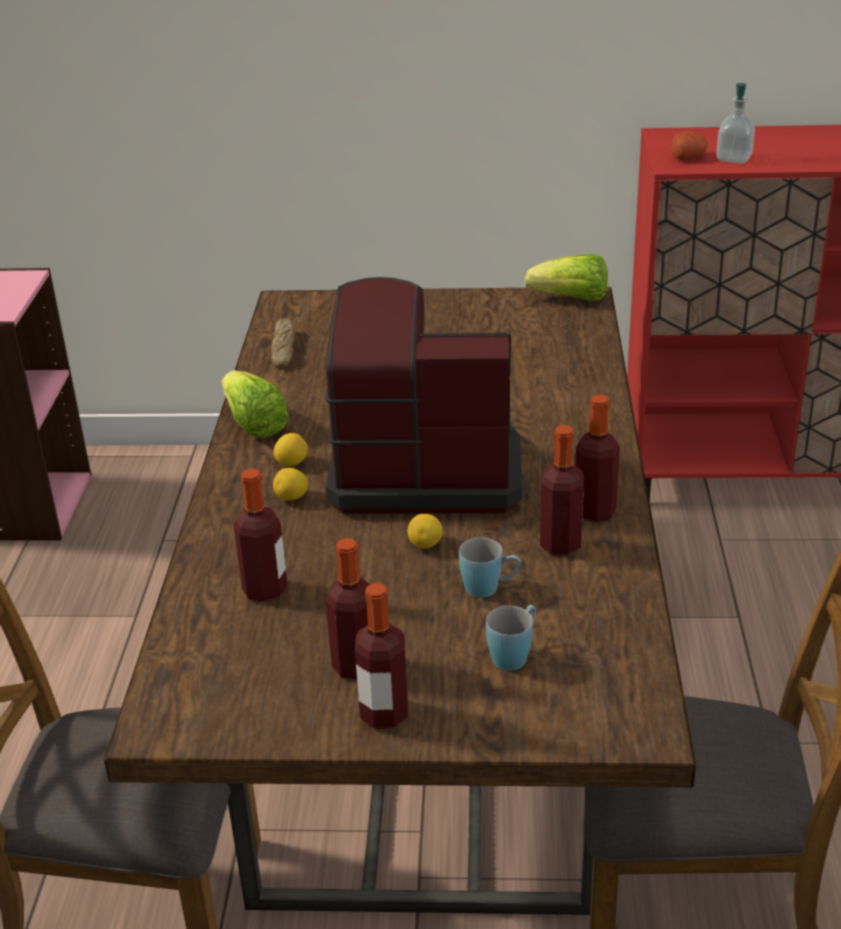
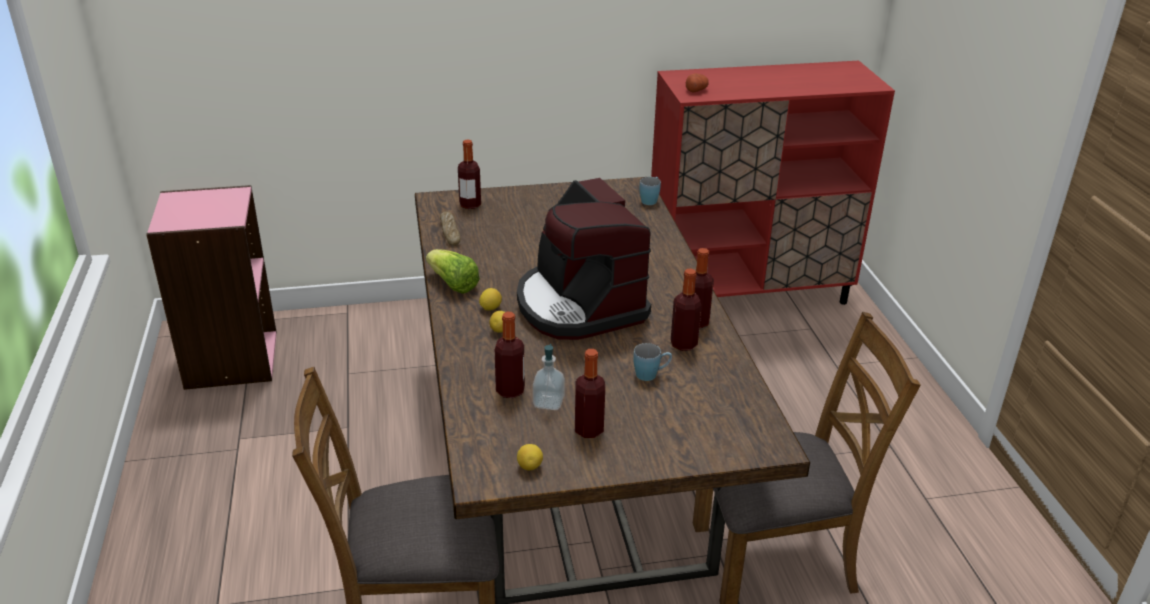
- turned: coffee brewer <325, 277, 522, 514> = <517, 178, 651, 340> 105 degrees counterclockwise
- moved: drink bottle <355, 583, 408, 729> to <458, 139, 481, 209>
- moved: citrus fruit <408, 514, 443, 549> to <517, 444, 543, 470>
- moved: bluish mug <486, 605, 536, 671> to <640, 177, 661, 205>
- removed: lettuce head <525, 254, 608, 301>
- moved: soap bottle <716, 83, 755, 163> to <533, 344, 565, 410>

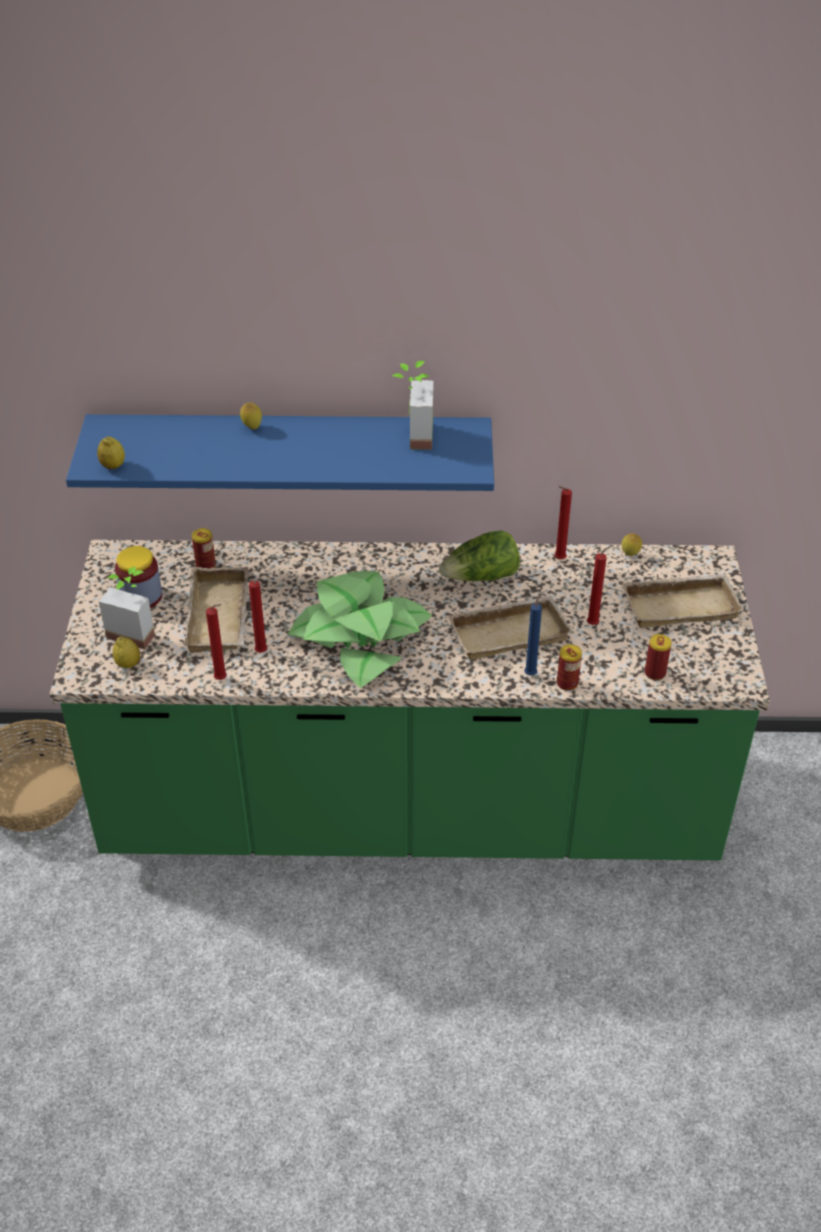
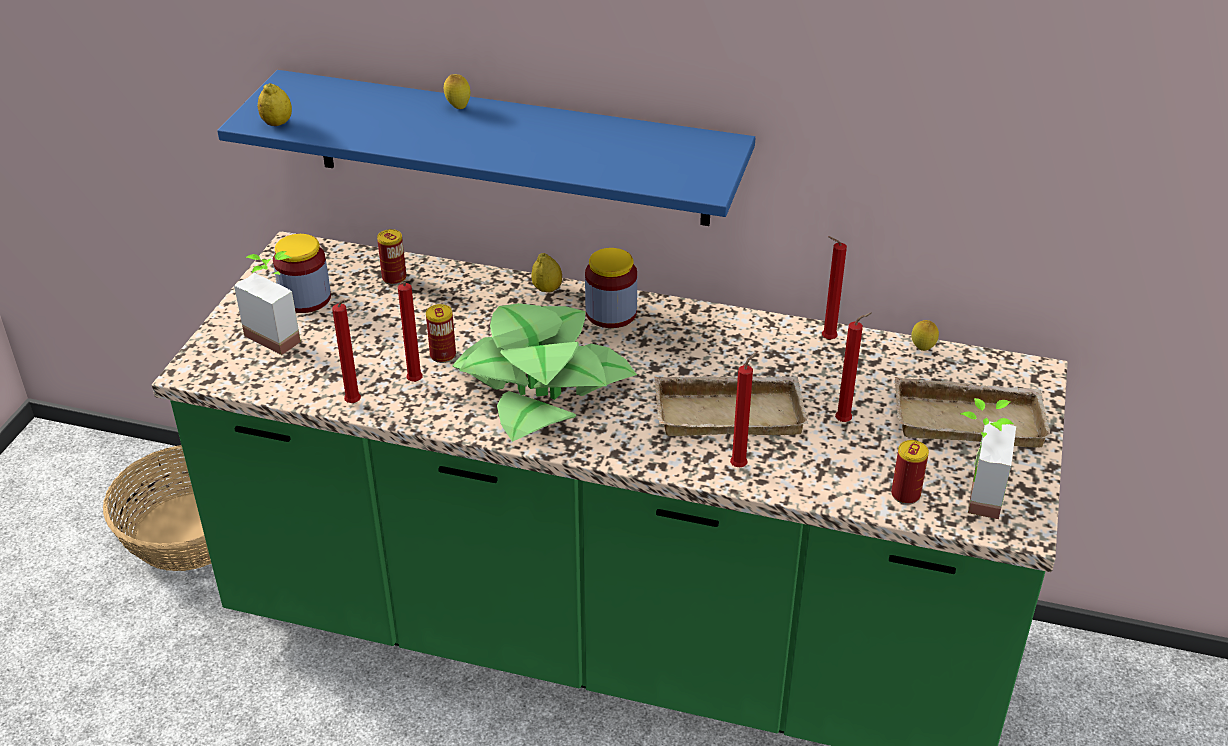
- moved: citrus fruit <113, 636, 140, 668> to <531, 253, 562, 292>
- removed: sand-coloured carrying tray <184, 567, 249, 653>
- moved: potted plant <392, 361, 433, 450> to <960, 398, 1016, 519>
- removed: lettuce head <439, 530, 520, 581>
- recoloured: bluish wax light <524, 592, 543, 676> to red-coloured wax light <730, 352, 757, 467>
- moved: sealed can <557, 644, 582, 691> to <426, 304, 456, 363>
- added: jar <585, 248, 637, 328>

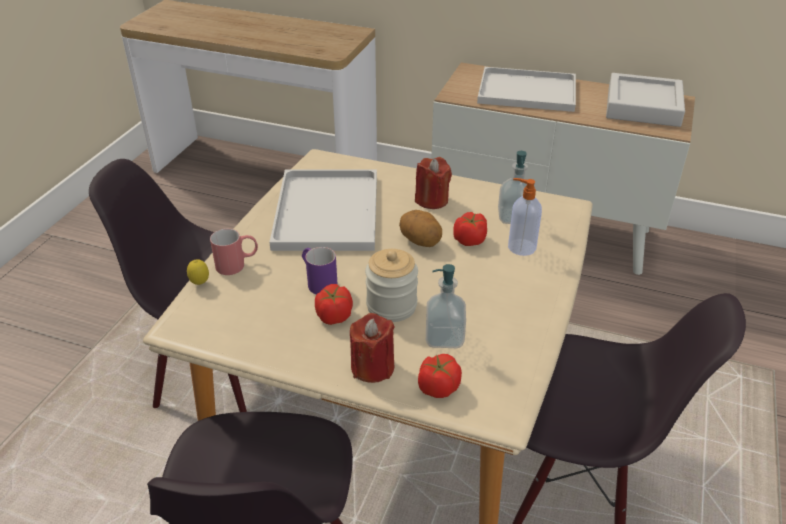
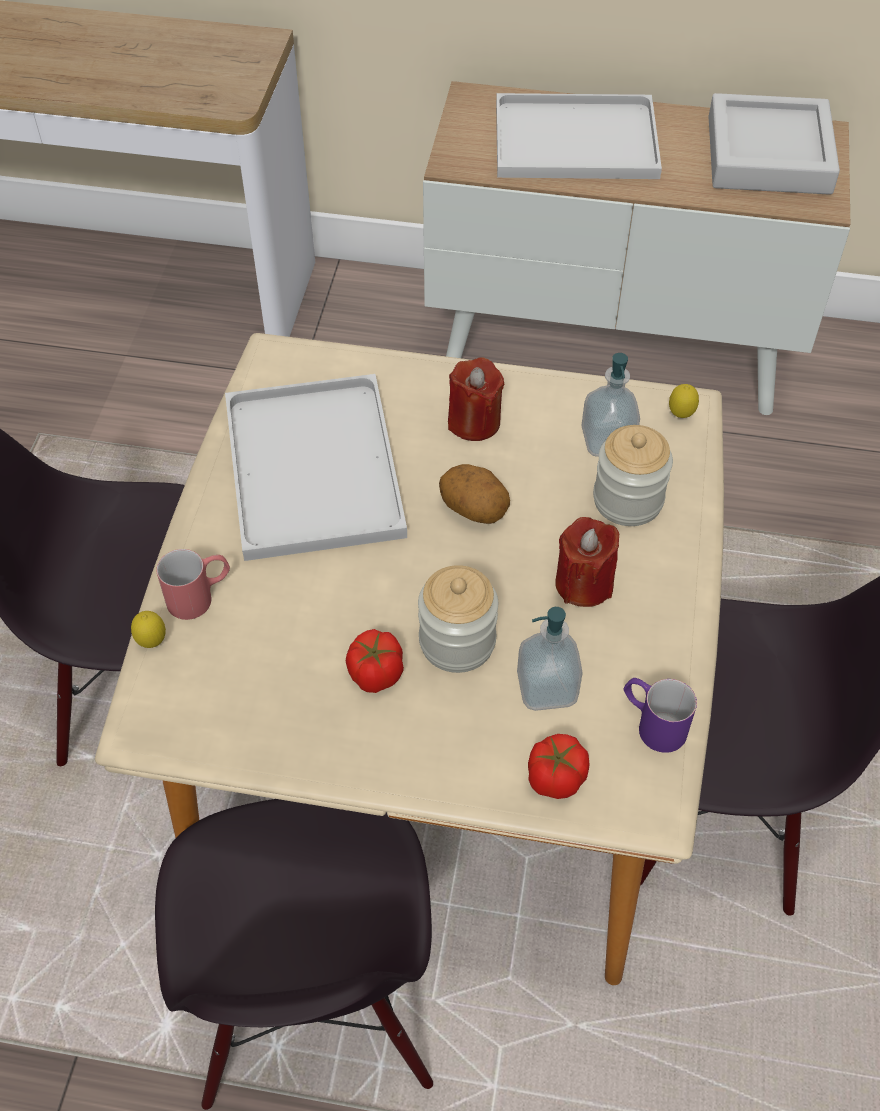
- moved: purple mug <302, 247, 338, 295> to <623, 678, 697, 753>
- moved: red-coloured wax light <350, 313, 395, 383> to <555, 517, 620, 607>
- removed: tomato <453, 212, 487, 246>
- replaced: soap bottle <508, 178, 542, 256> to jar <593, 425, 673, 526>
- added: citrus fruit <669, 384, 699, 418>

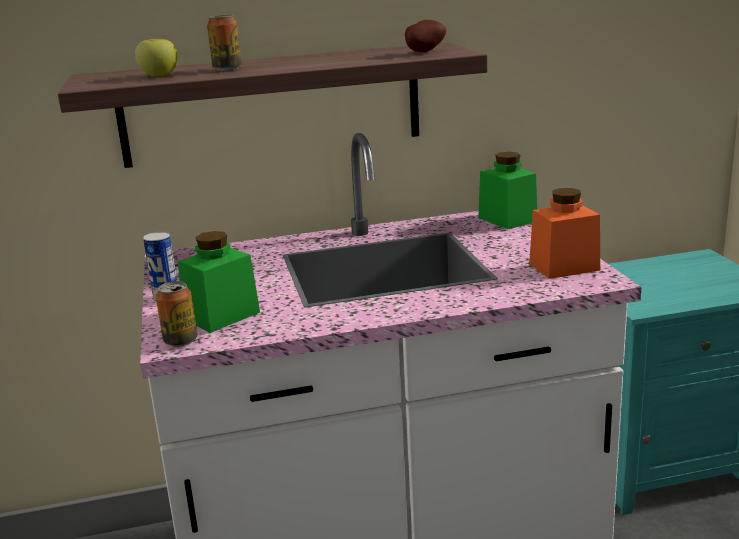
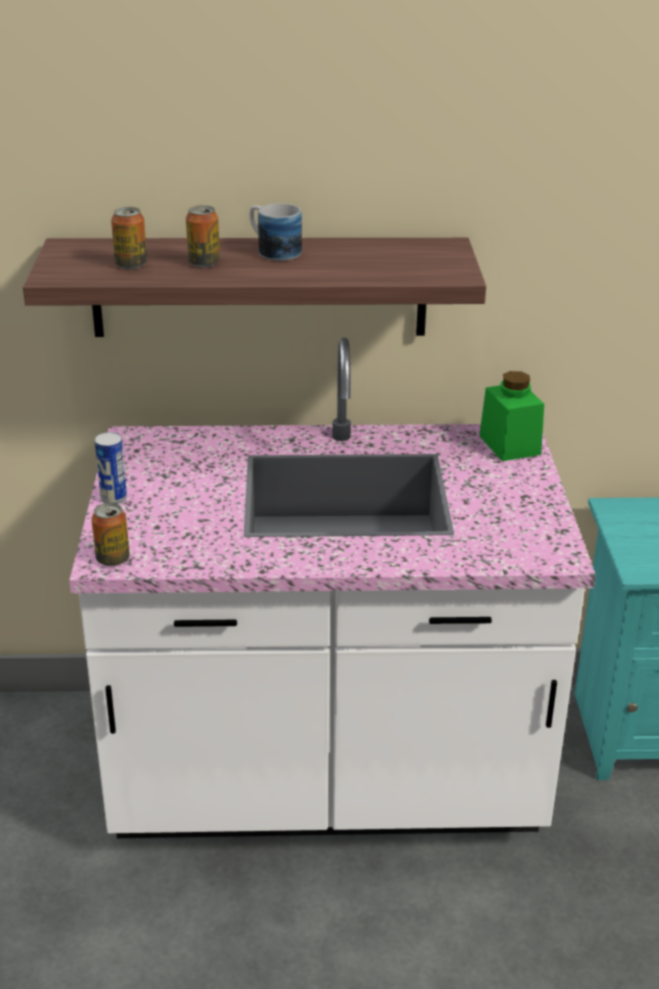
- replaced: apple <135, 39, 177, 77> to sealed can <111, 207, 147, 269>
- removed: green jar <178, 231, 260, 333>
- removed: potato <405, 20, 446, 52>
- removed: orange jar <529, 188, 600, 279>
- added: mug <250, 203, 302, 261>

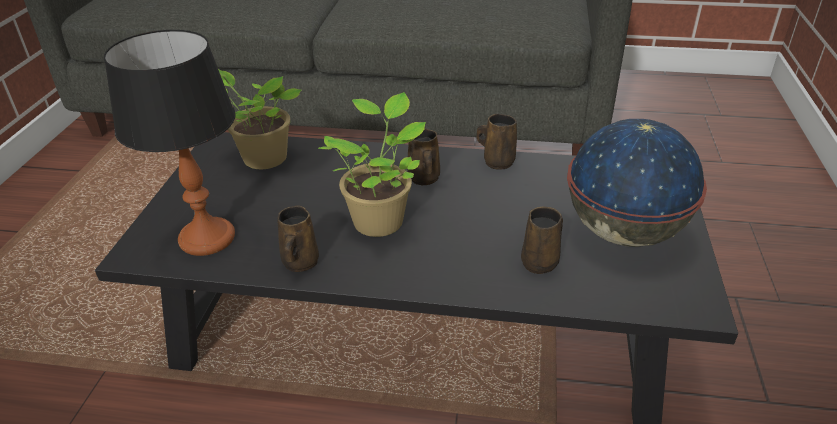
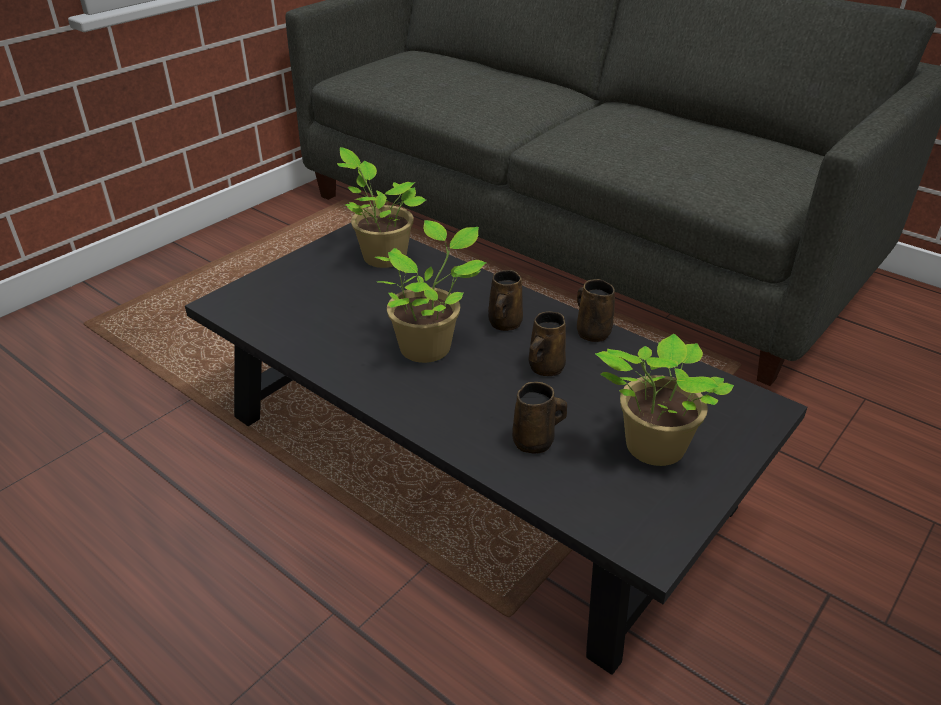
- removed: tabletop lamp <104, 30, 236, 256>
- moved: brown mug <277, 205, 319, 272> to <529, 311, 566, 376>
- replaced: desk globe <567, 119, 707, 247> to potted plant <595, 334, 734, 466>

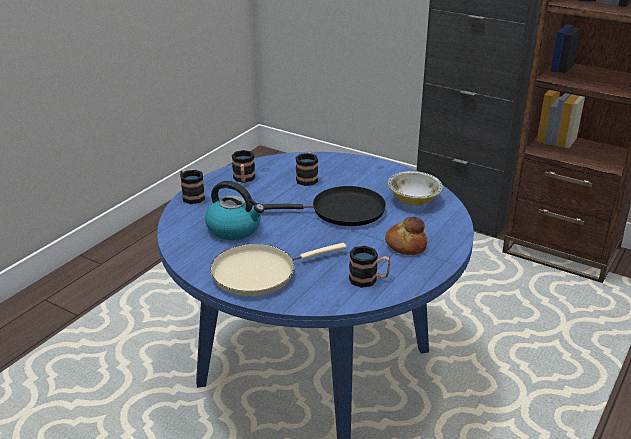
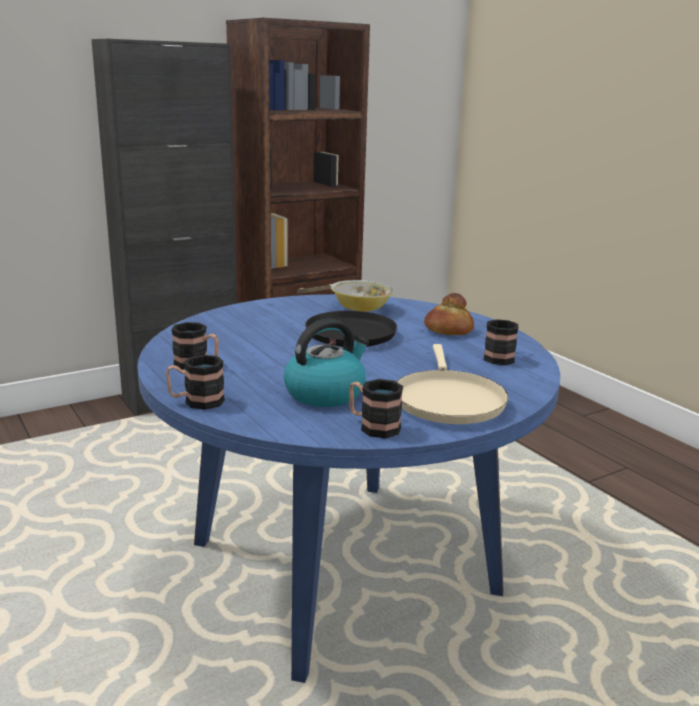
- moved: mug <296, 152, 318, 186> to <349, 379, 403, 438>

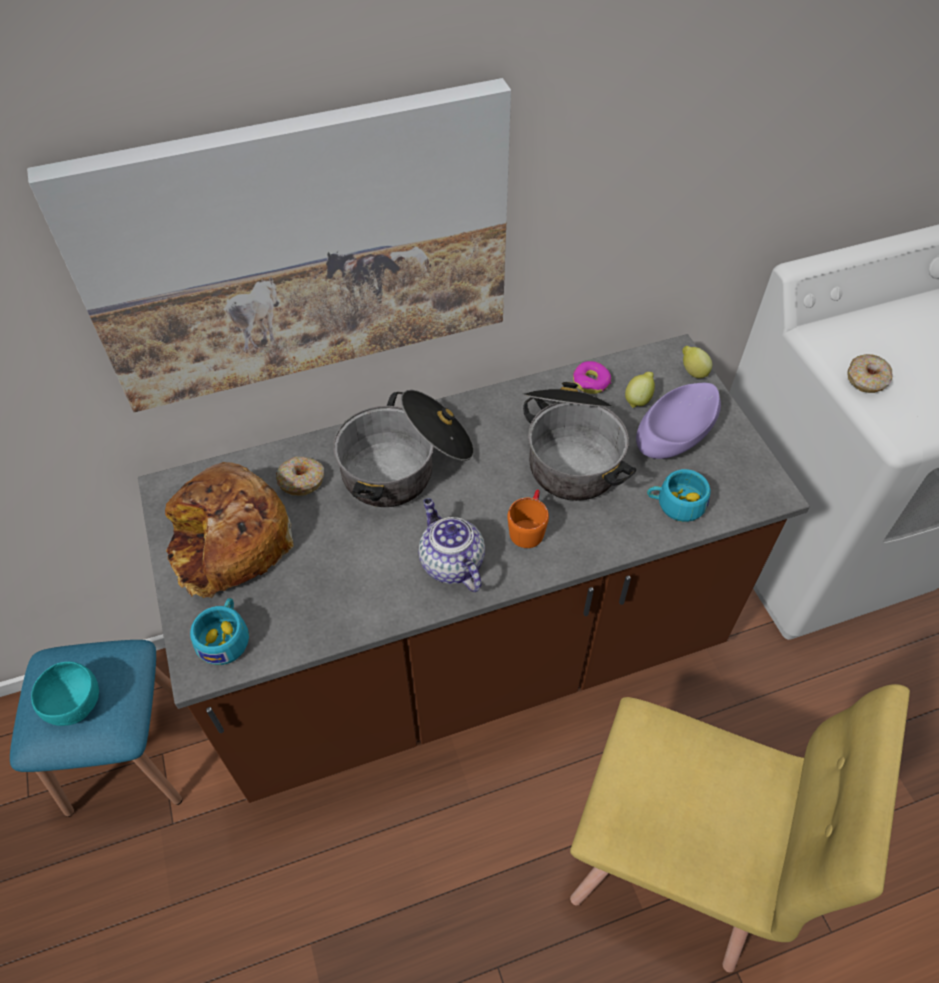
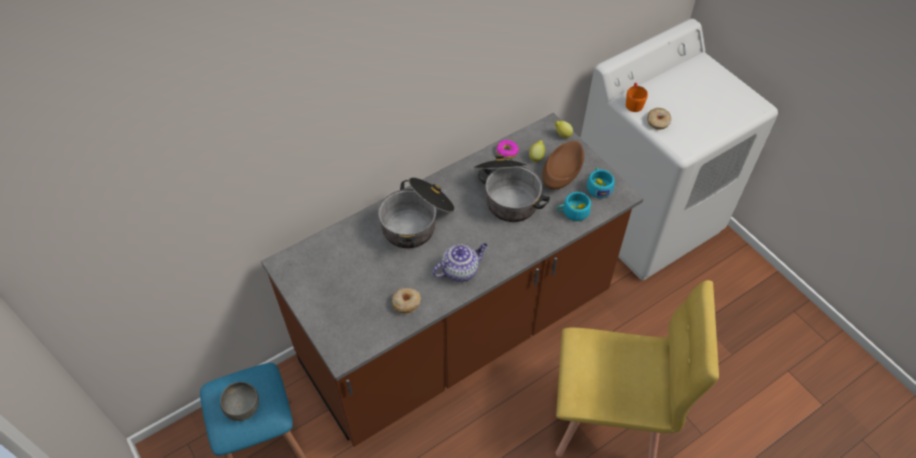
- removed: picture <27, 78, 511, 412>
- recoloured: turquoise-coloured deep dish <31, 662, 99, 726> to grey deep dish <220, 382, 259, 421>
- removed: baked bread <165, 462, 294, 598>
- moved: turquoise-coloured cup <190, 598, 249, 665> to <587, 167, 615, 198>
- moved: doughnut <276, 456, 324, 496> to <391, 288, 421, 314>
- turned: tea pot <418, 498, 485, 592> = <433, 243, 488, 282> 105 degrees clockwise
- moved: orange mug <508, 489, 549, 548> to <626, 82, 648, 112>
- recoloured: purple deep dish <636, 383, 721, 459> to brown deep dish <542, 141, 584, 189>

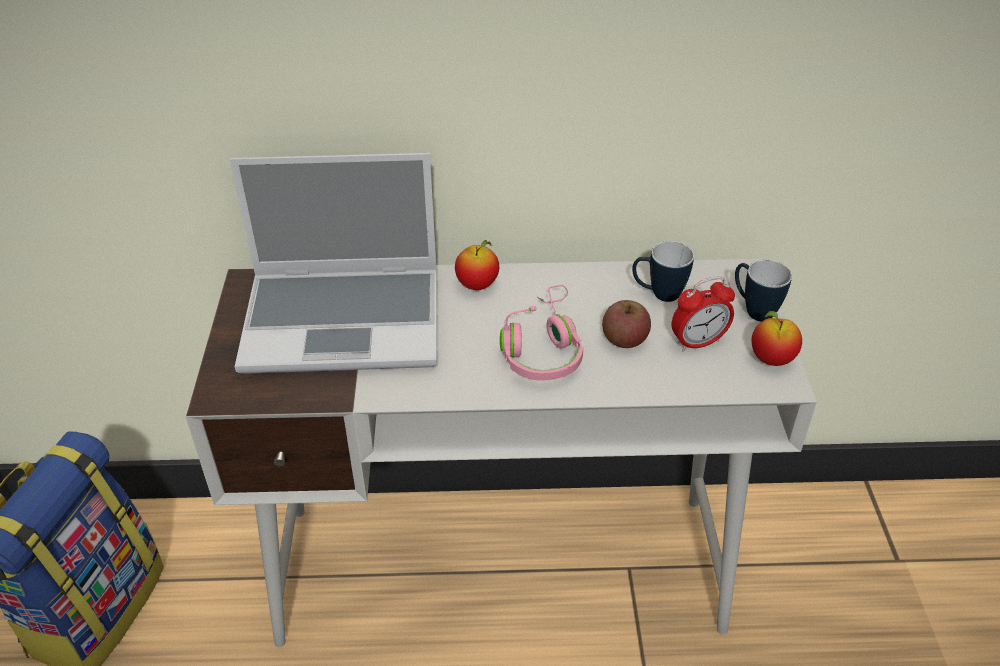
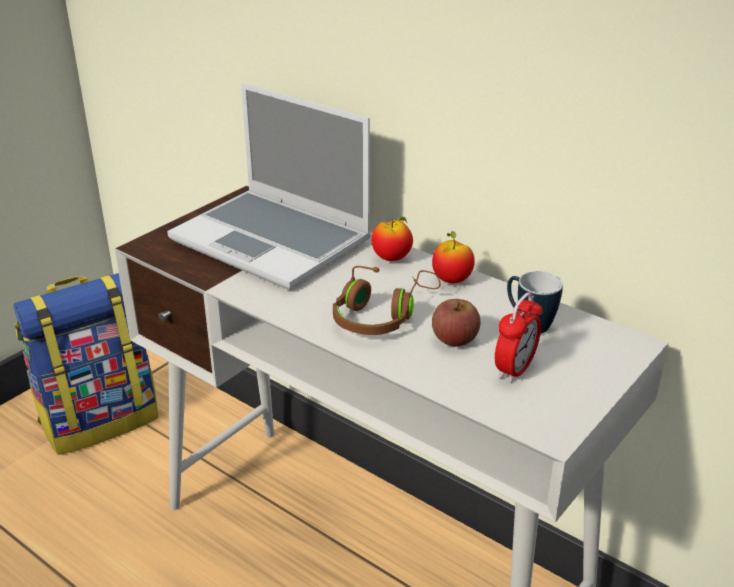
- recoloured: pink-coloured headphones <500, 285, 584, 380> to brown headphones <333, 266, 441, 335>
- turned: table clock <672, 276, 735, 351> = <495, 292, 542, 383> 75 degrees counterclockwise
- removed: mug <735, 260, 792, 321>
- moved: apple <752, 311, 802, 366> to <432, 231, 475, 283>

